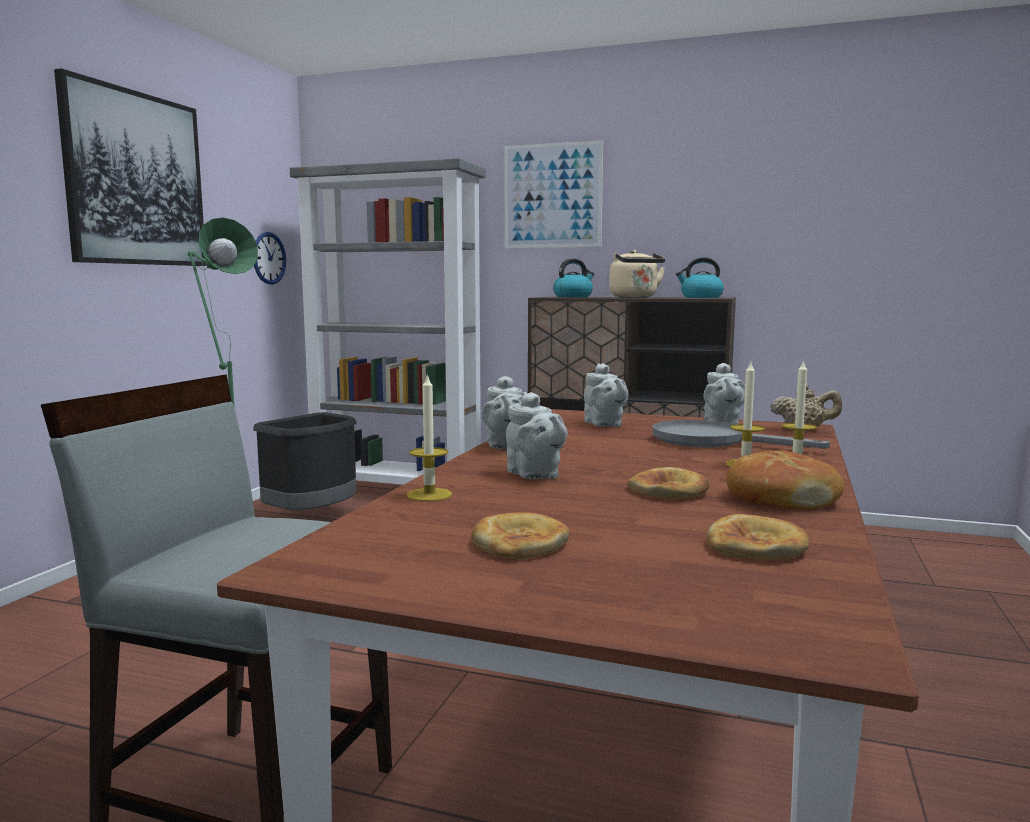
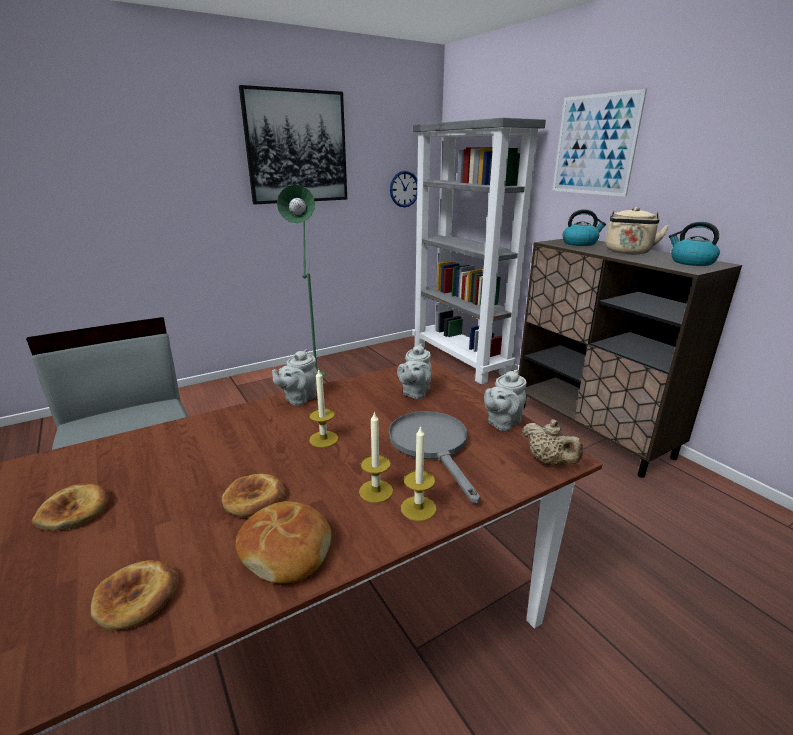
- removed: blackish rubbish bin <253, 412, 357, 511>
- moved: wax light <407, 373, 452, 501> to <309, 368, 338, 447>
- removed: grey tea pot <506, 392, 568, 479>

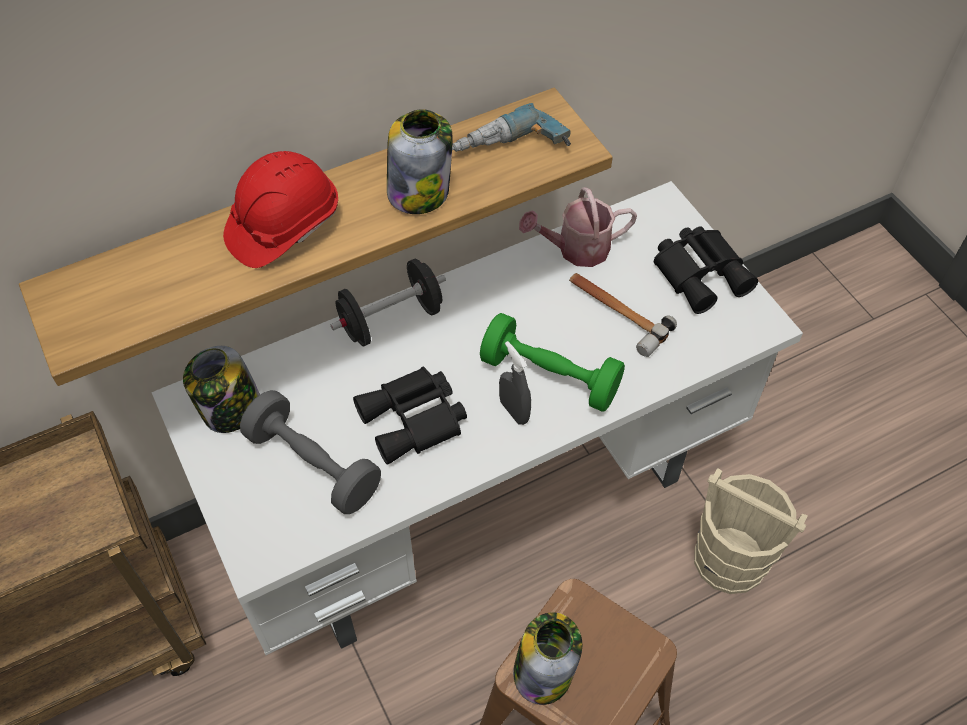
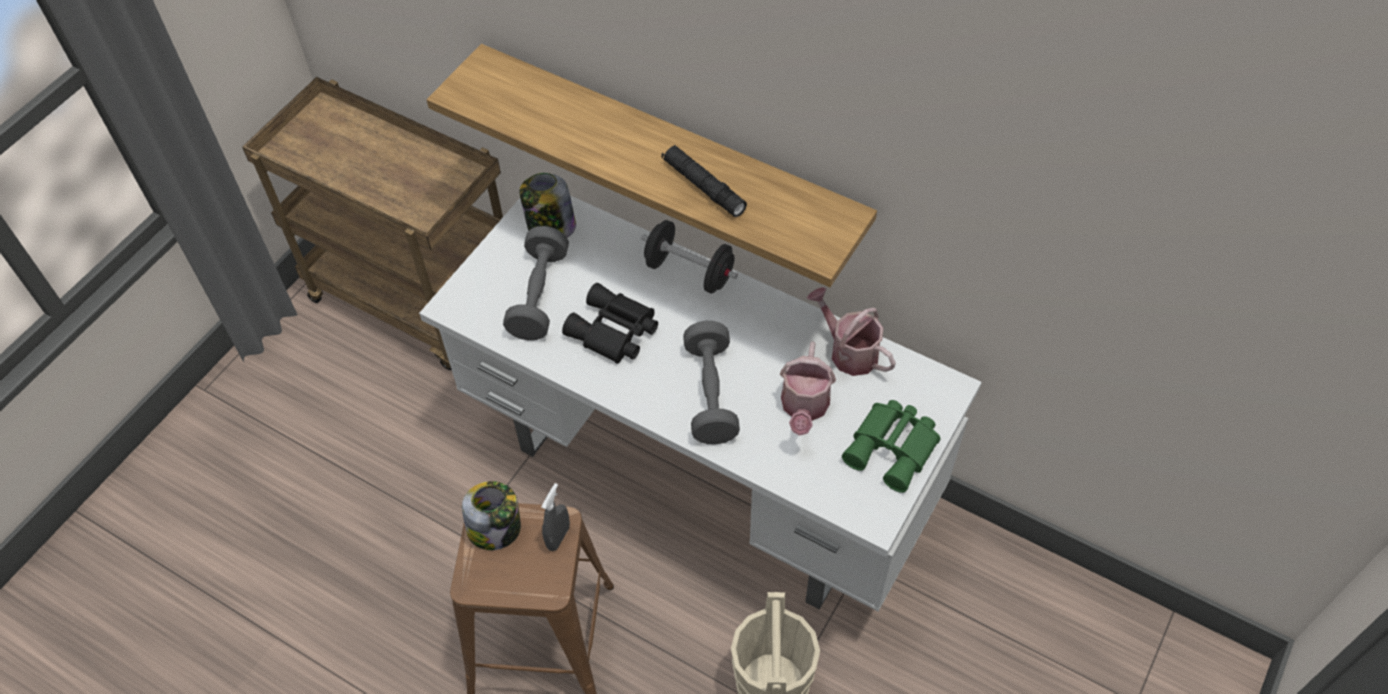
- removed: red-coloured hard hat <223, 151, 338, 268>
- replaced: jar <387, 109, 453, 214> to blackish hand torch <661, 144, 747, 217>
- removed: drill <452, 103, 571, 152>
- recoloured: green dumbbell <480, 313, 625, 412> to grey dumbbell <683, 321, 740, 444>
- moved: grey hand sprayer <499, 341, 531, 425> to <541, 483, 570, 551>
- replaced: hammer <569, 273, 677, 357> to watering can <780, 342, 836, 436>
- recoloured: blackish binoculars <654, 226, 758, 314> to green binoculars <842, 400, 940, 493>

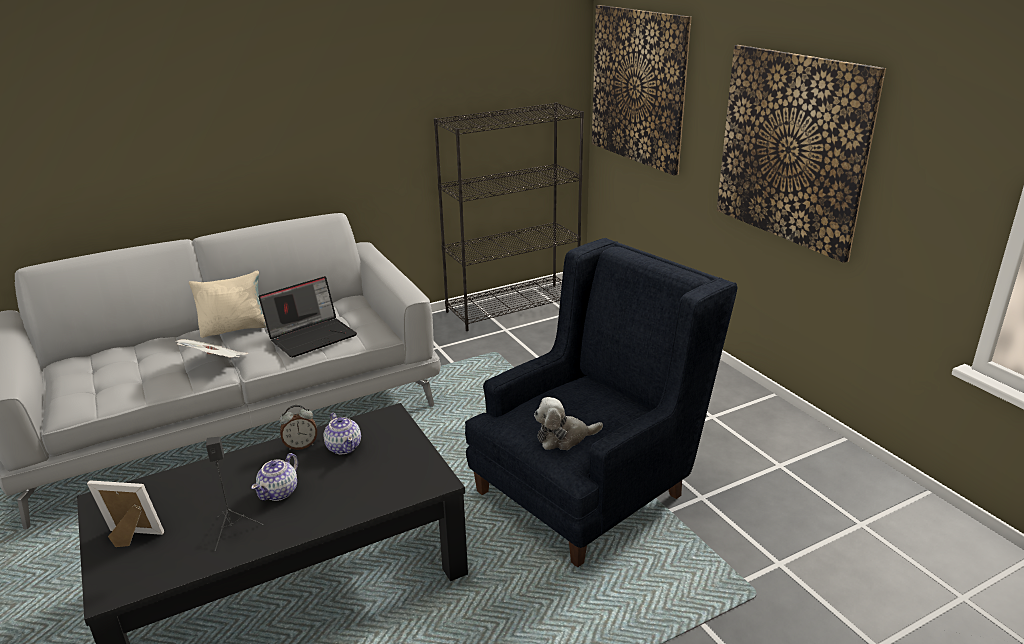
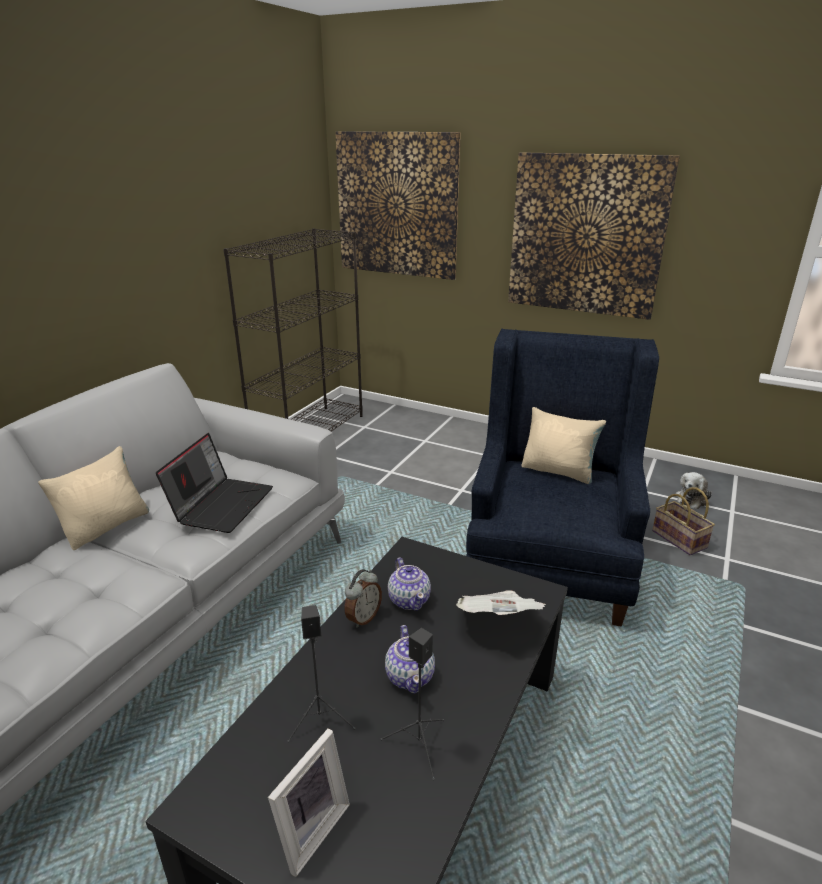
- turned: picture frame <87, 480, 164, 547> = <268, 729, 350, 877> 150 degrees clockwise
- moved: printed paper <175, 339, 249, 358> to <456, 590, 546, 615>
- turned: tea pot <323, 413, 361, 454> = <388, 558, 431, 611> 45 degrees clockwise
- moved: soft toy <534, 397, 603, 450> to <675, 472, 712, 509>
- added: blackish audio speaker <287, 605, 356, 742>
- added: sand-coloured throw pillow <522, 407, 606, 484>
- added: household basket <652, 487, 715, 555>

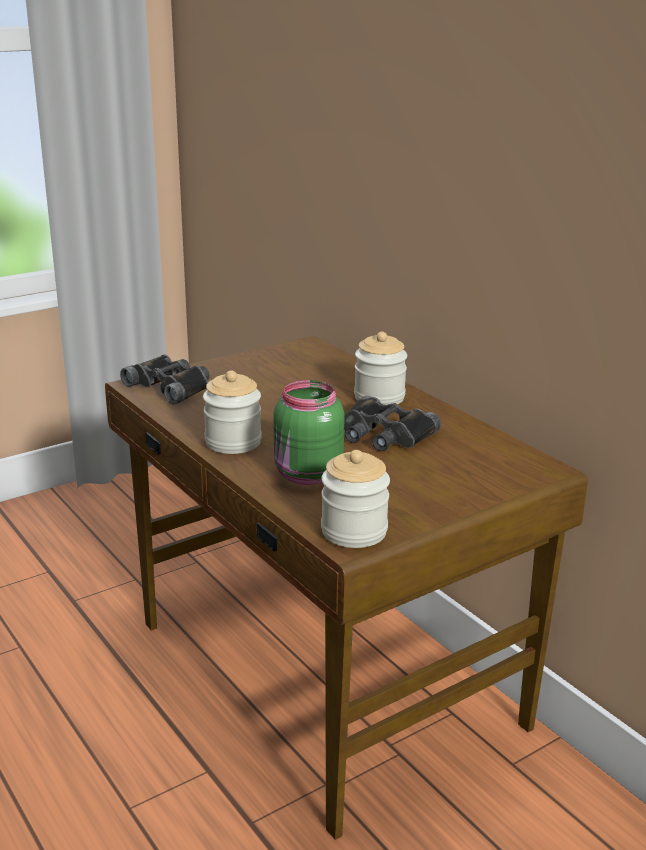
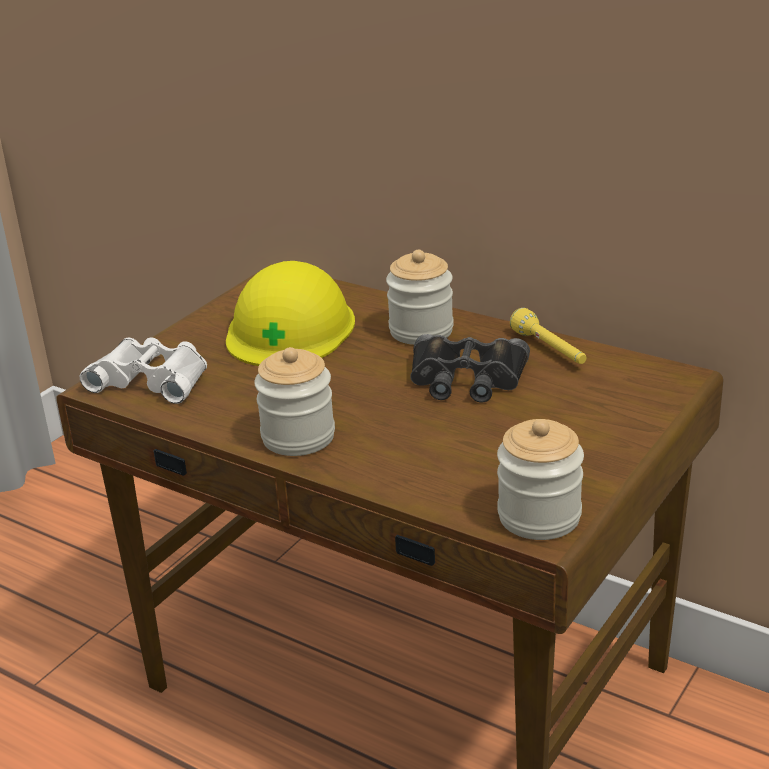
- recoloured: blackish binoculars <120, 354, 210, 405> to white-coloured binoculars <80, 337, 207, 404>
- removed: green jar <273, 380, 345, 485>
- added: yellow hard hat <226, 261, 355, 366>
- added: yellow hand torch <510, 308, 586, 364>

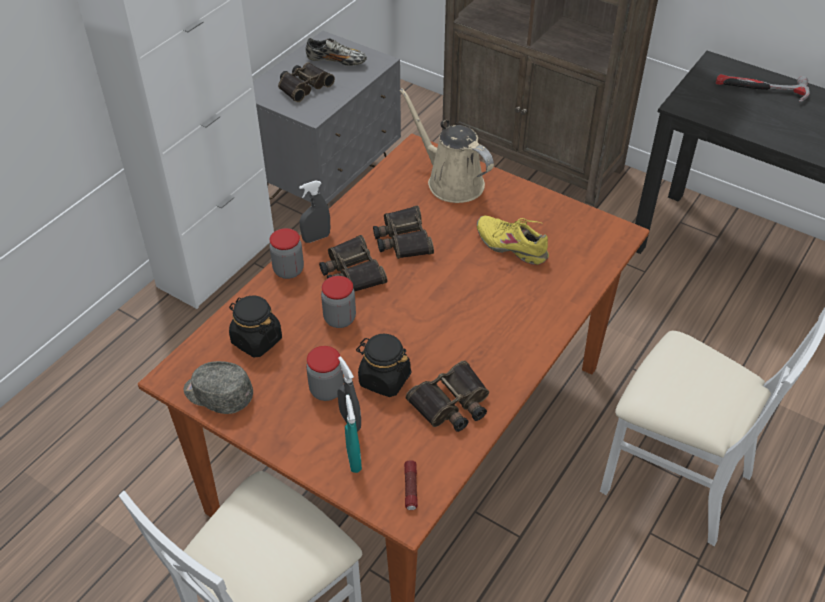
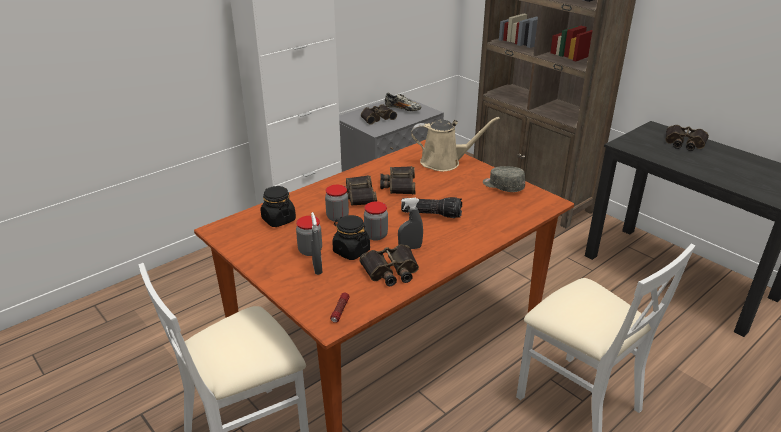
- moved: grey baseball cap <184, 361, 253, 414> to <483, 166, 525, 192>
- moved: jar <269, 228, 304, 279> to <364, 201, 388, 241>
- moved: grey hand sprayer <299, 180, 330, 243> to <398, 198, 423, 249>
- removed: turquoise-coloured hand sprayer <345, 395, 362, 473>
- turned: sand-coloured watering can <399, 88, 494, 203> = <411, 117, 500, 171> 120 degrees clockwise
- removed: yellow item of footwear <477, 215, 549, 265>
- replaced: hammer <715, 74, 810, 102> to binoculars <665, 125, 709, 151>
- added: hand torch <401, 197, 462, 218>

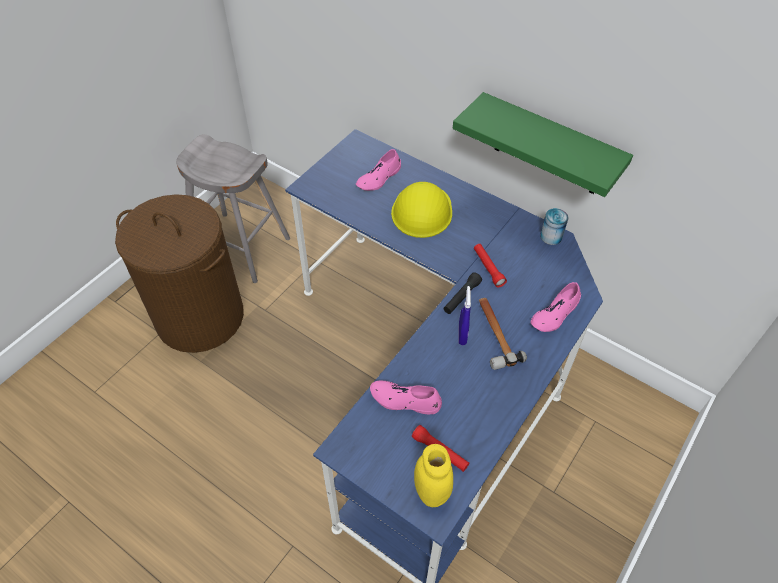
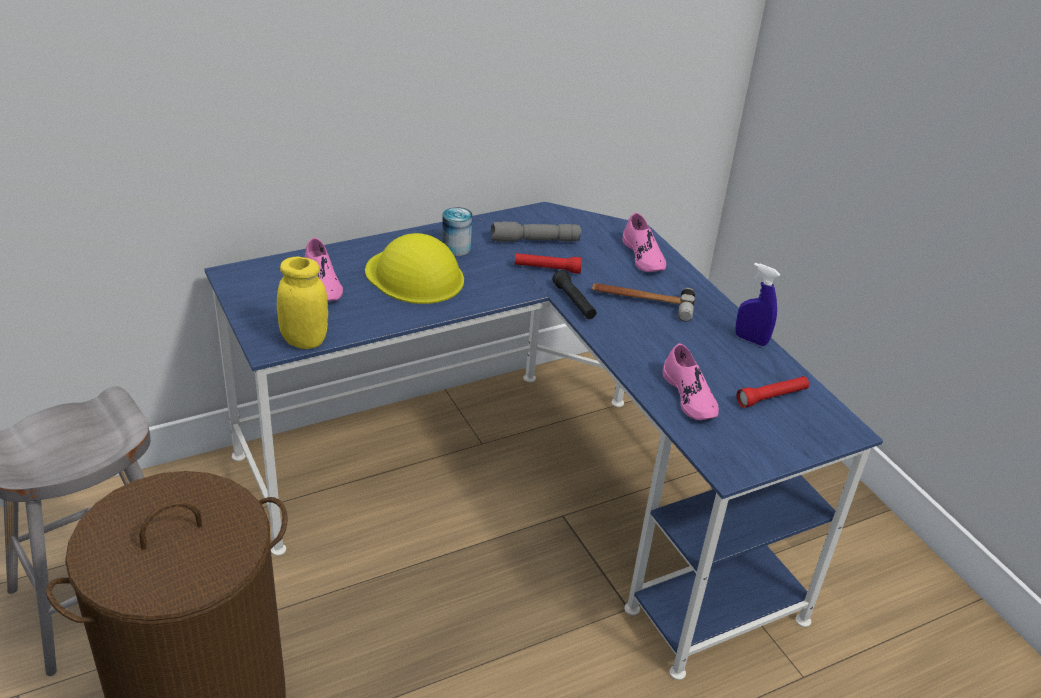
- turned: pink-coloured item of footwear <370, 381, 442, 414> = <663, 343, 719, 420> 60 degrees counterclockwise
- moved: yellow jar <414, 444, 453, 507> to <277, 257, 328, 349>
- removed: green shelf <453, 92, 633, 197>
- moved: bluish hand sprayer <459, 286, 471, 345> to <735, 263, 780, 346>
- moved: sealed can <540, 208, 568, 245> to <442, 207, 472, 256>
- added: grey hand torch <491, 222, 581, 242>

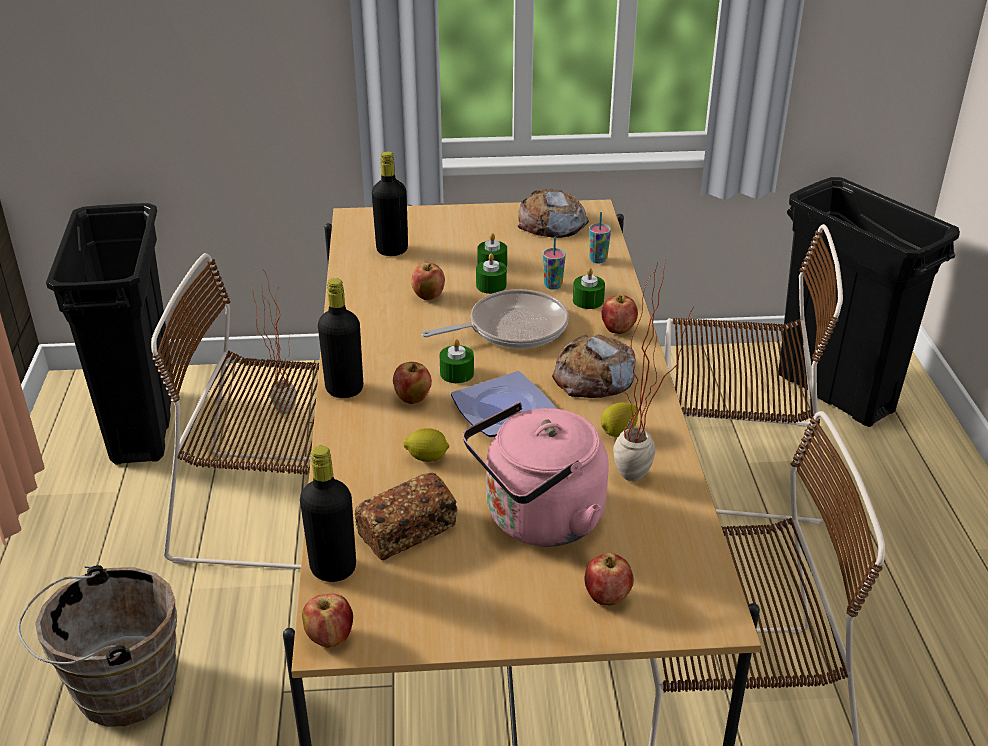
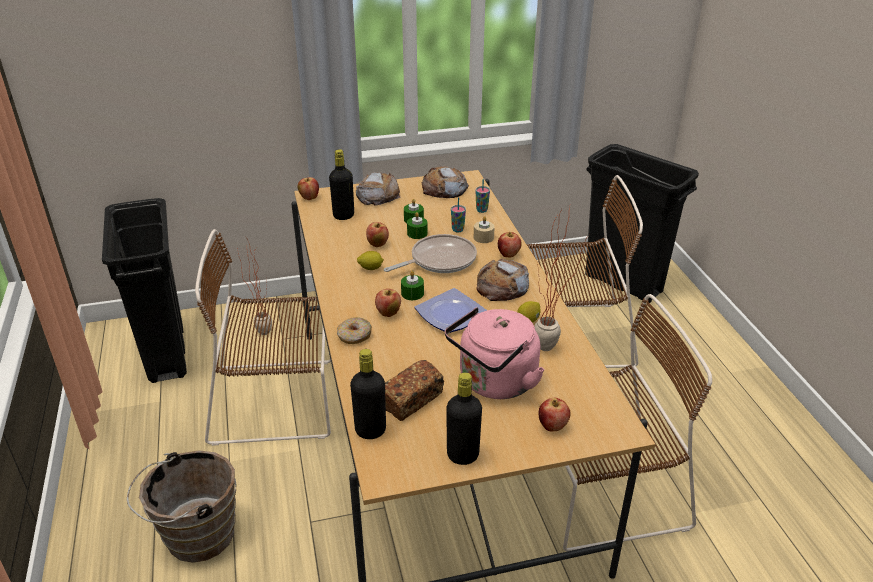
- moved: apple <302, 593, 353, 648> to <298, 177, 319, 200>
- moved: blackish drink bottle <318, 278, 363, 398> to <446, 372, 482, 465>
- moved: citrus fruit <403, 428, 449, 462> to <357, 251, 384, 270>
- recoloured: green wax light <573, 268, 605, 309> to sand-coloured wax light <474, 216, 495, 243>
- added: doughnut <337, 317, 372, 344>
- added: baked bread <356, 172, 400, 206>

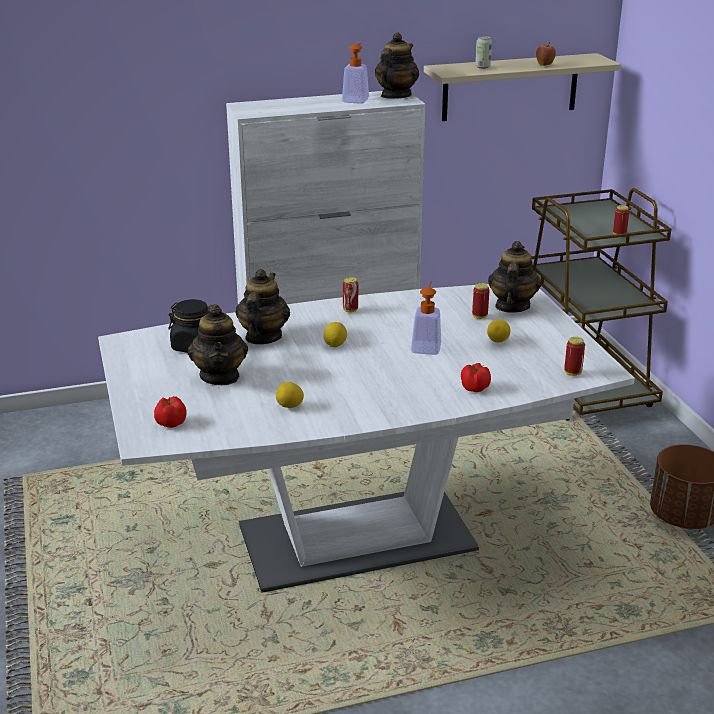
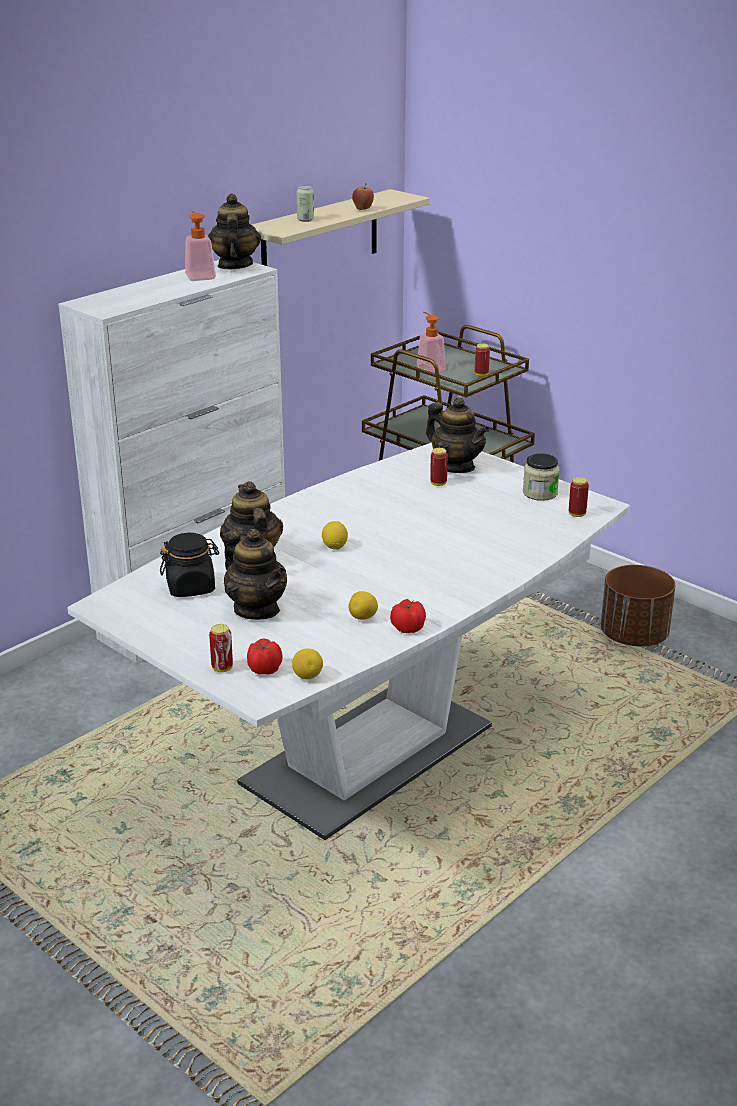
- moved: sealed can <343, 277, 358, 313> to <209, 624, 233, 672>
- moved: soap bottle <411, 281, 441, 355> to <417, 312, 446, 373>
- moved: tomato <461, 363, 491, 392> to <390, 599, 426, 633>
- moved: citrus fruit <487, 319, 511, 343> to <292, 649, 323, 680>
- turned: tea pot <488, 241, 541, 313> = <426, 397, 490, 473> 150 degrees clockwise
- added: jar <523, 453, 559, 501>

